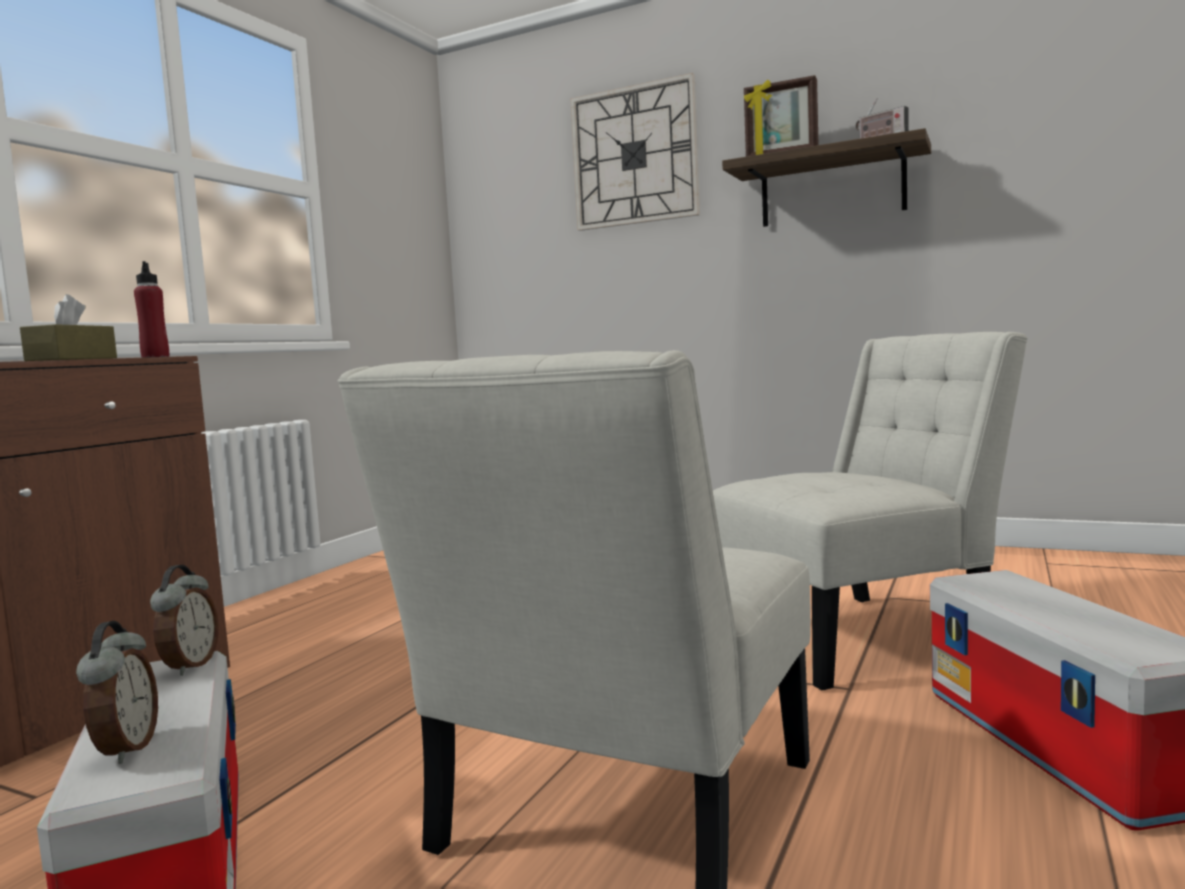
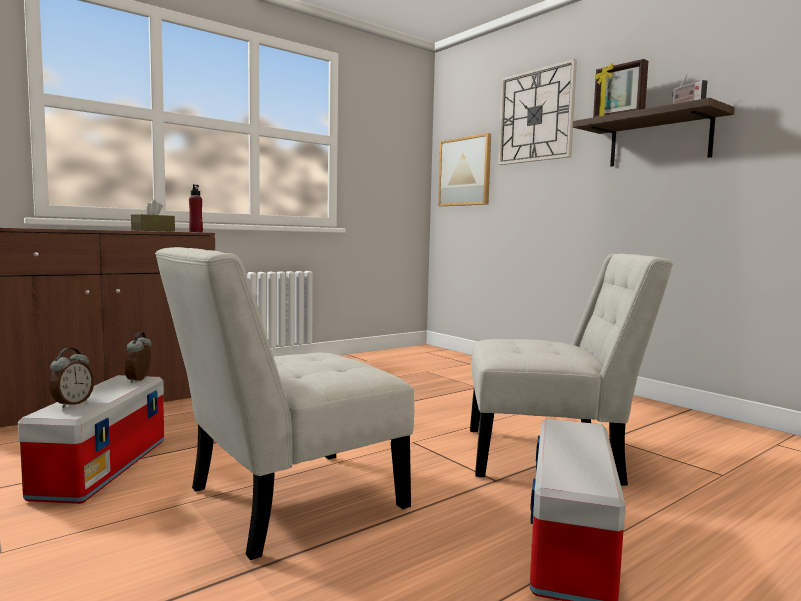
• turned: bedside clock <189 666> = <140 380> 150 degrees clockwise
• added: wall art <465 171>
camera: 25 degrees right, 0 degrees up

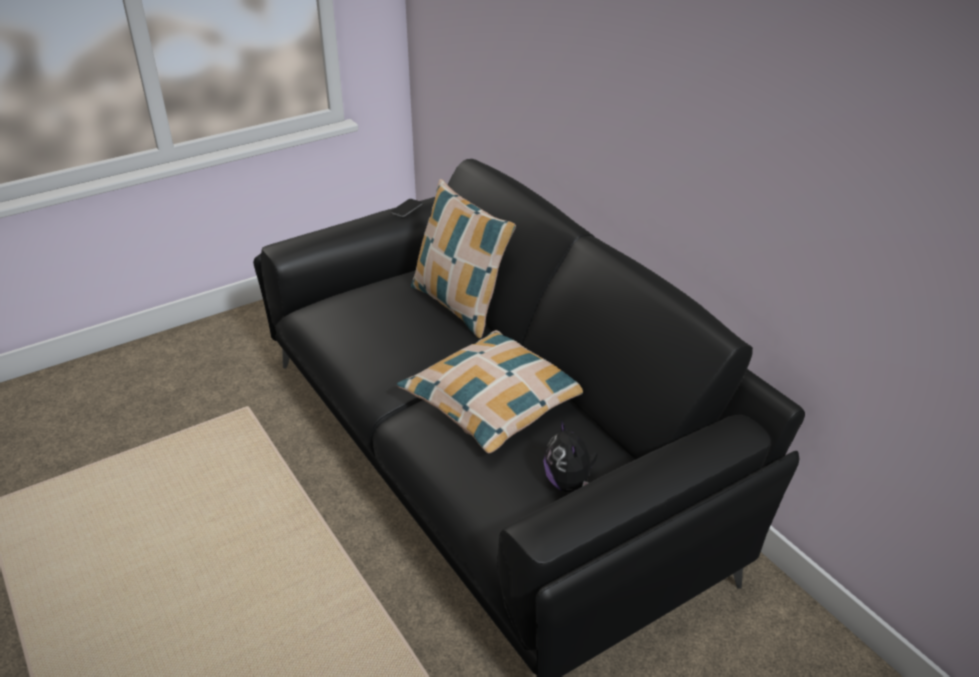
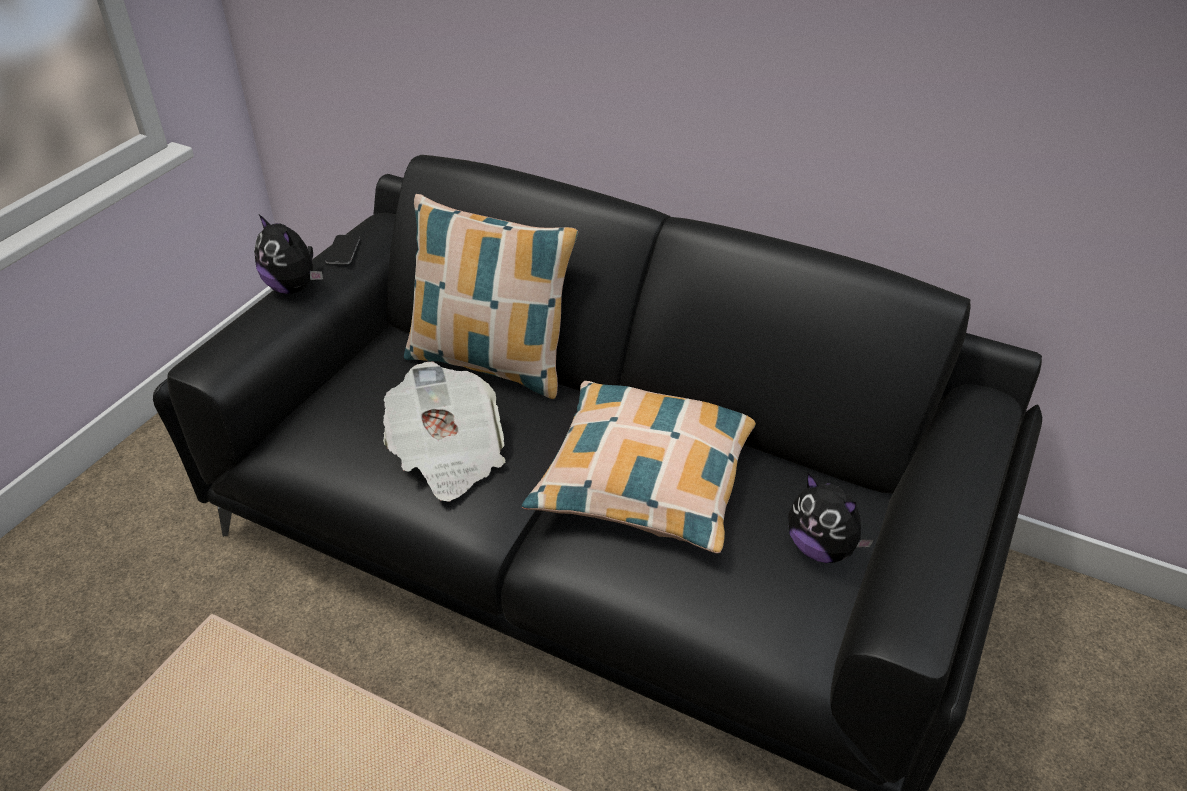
• added: soft toy <294 287>
• added: newspaper <447 455>
camera: 30 degrees left, 5 degrees up

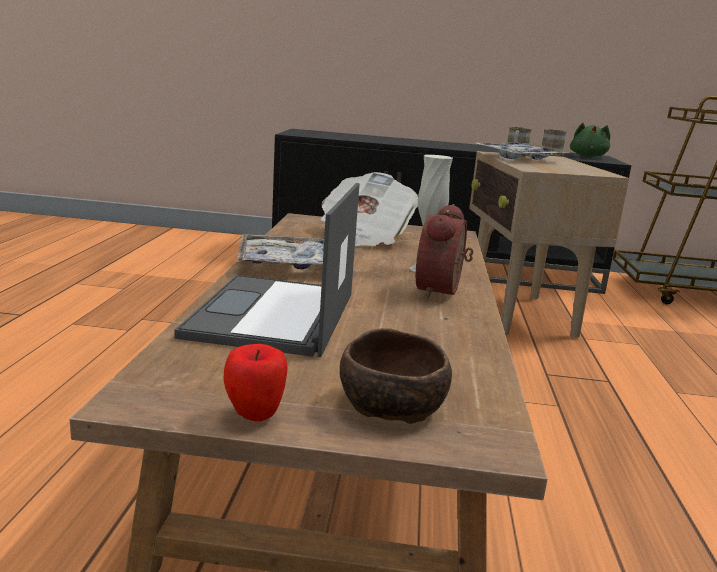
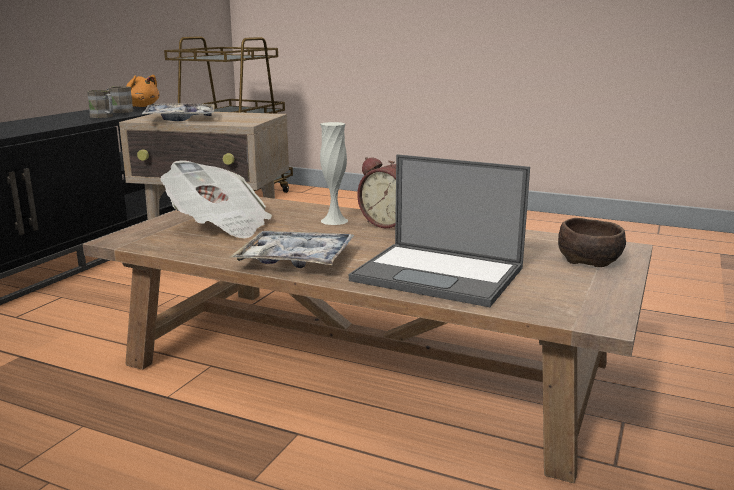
• removed: apple <255 416>
• recoloured: green soft toy <588 156> to orangey soft toy <140 106>
camera: 70 degrees left, 0 degrees up

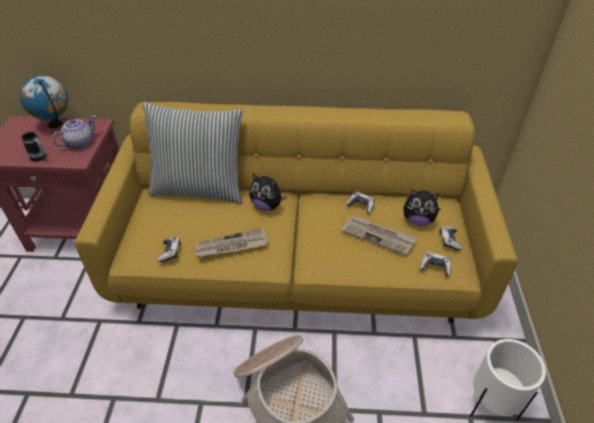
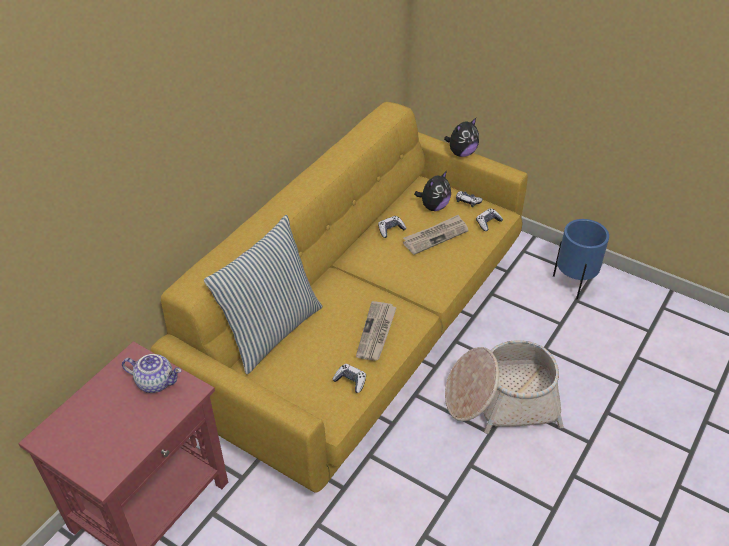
• removed: world globe <55 124>
• removed: coffee mug <40 158>
• turned: teapot <80 142> = <156 382> 120 degrees clockwise
• moved: soft toy <267 206> to <461 153>
• recoloured: whitish planter <491 405> to blue-coloured planter <574 284>
camera: 60 degrees left, 0 degrees up

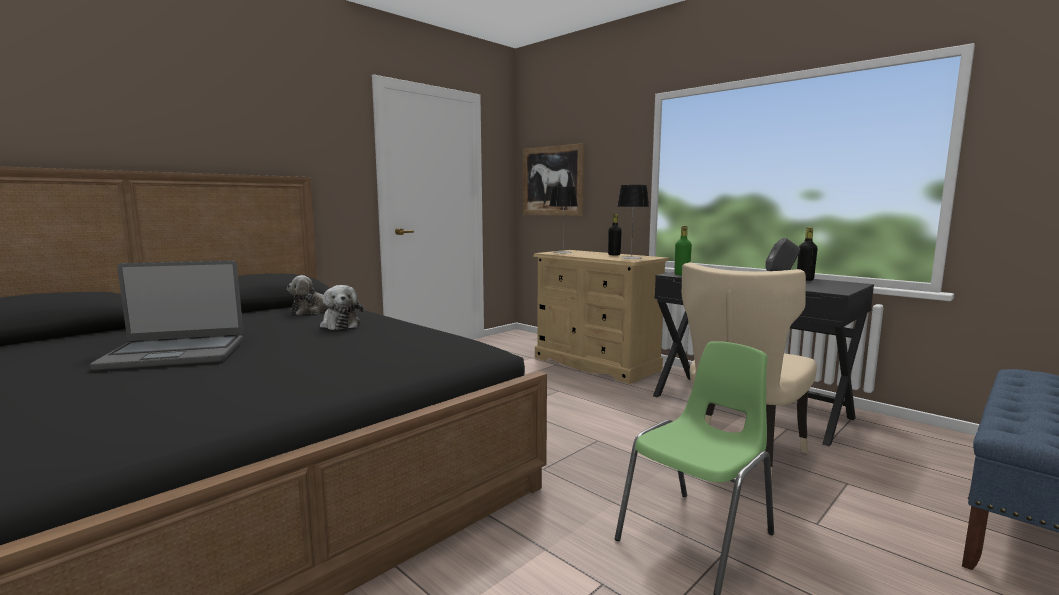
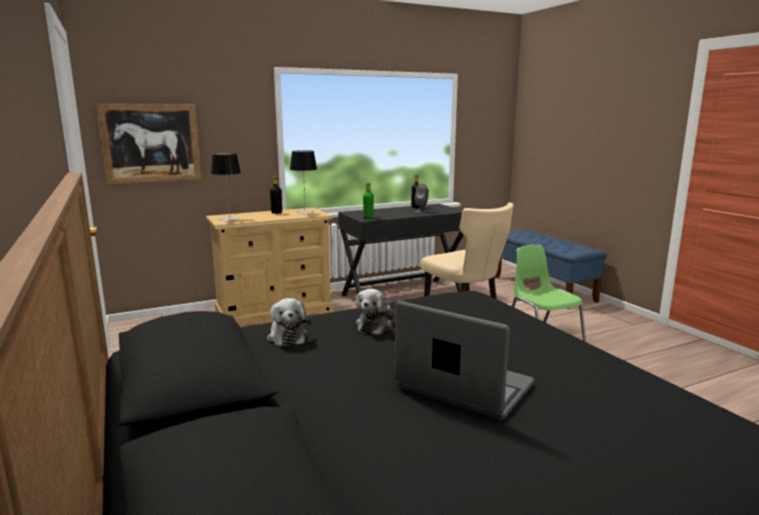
• turned: notebook computer <175 354> = <464 387> 60 degrees counterclockwise
• turned: soft toy <340 324> = <376 325> 120 degrees clockwise
camera: 70 degrees left, 5 degrees up

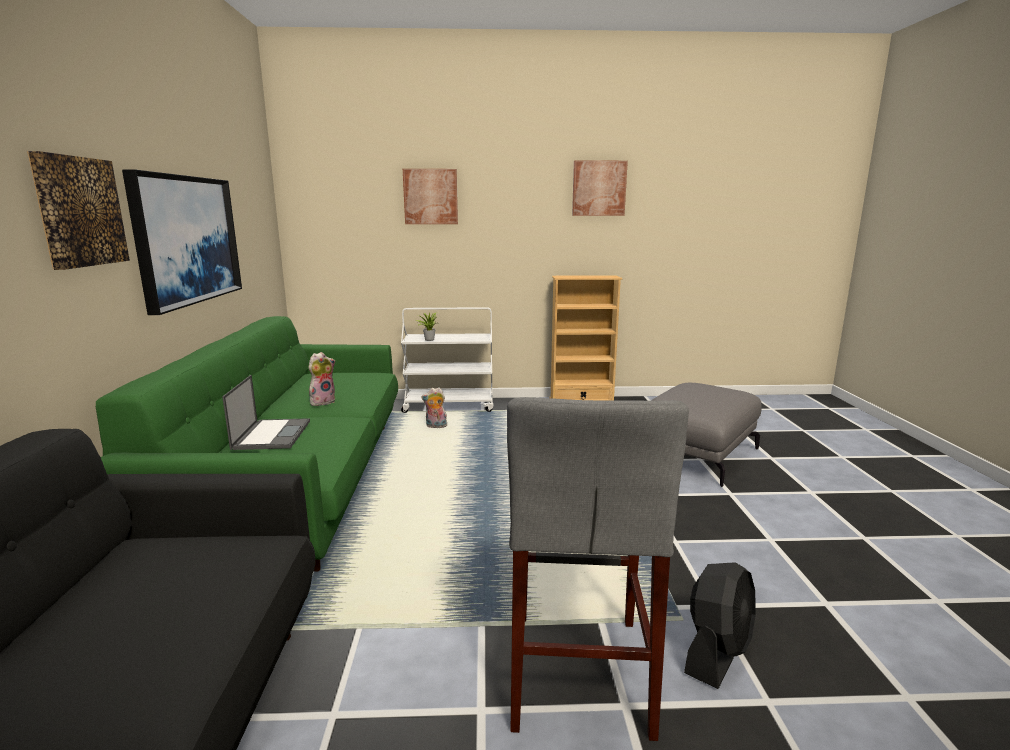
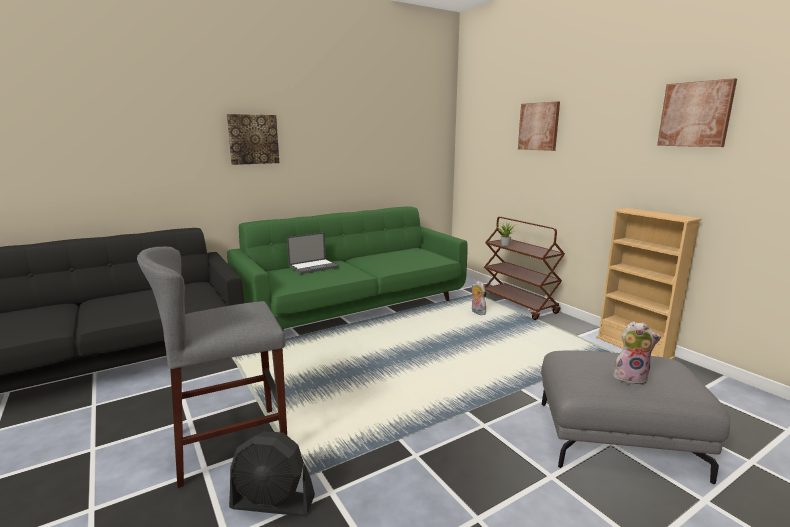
• removed: wall art <187 239>
• moved: soft toy <322 401> to <630 378>
• recoloured: whitish trolley <449 406> to brown-coloured trolley <518 305>
camera: 60 degrees right, 0 degrees up

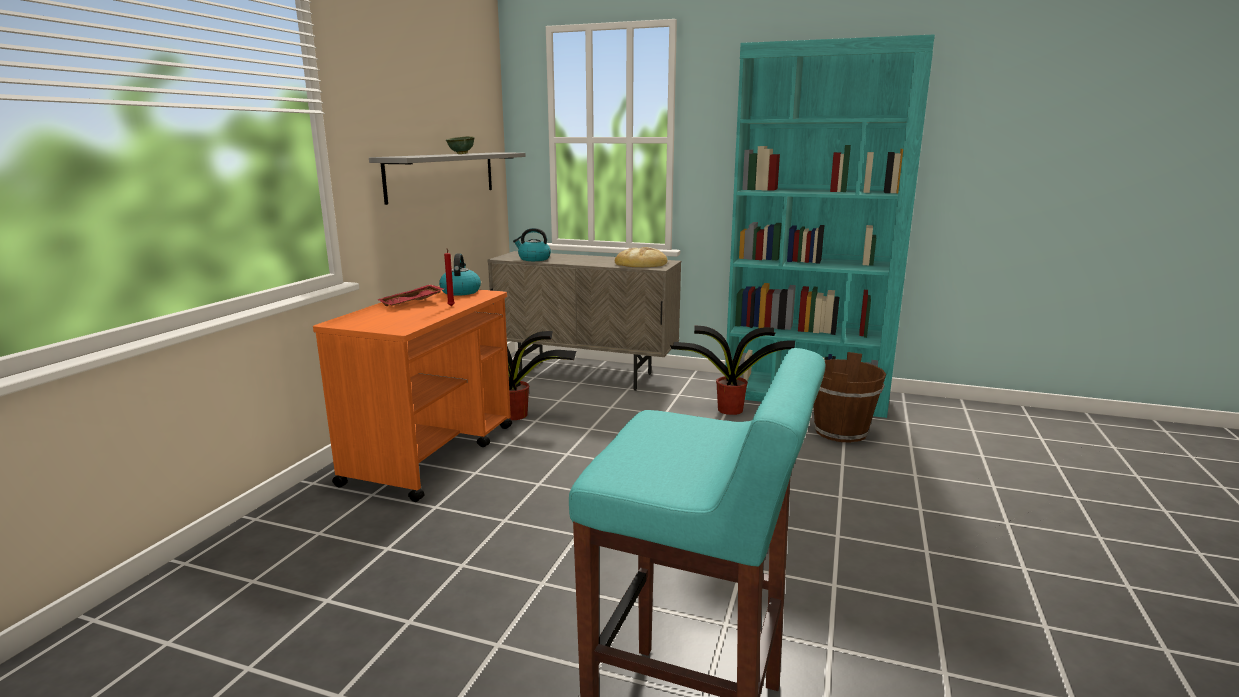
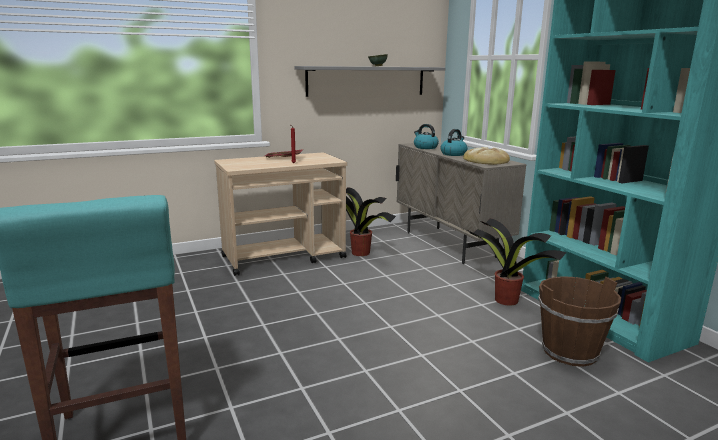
• recoloured: orangey trolley <432 453> to beige-coloured trolley <284 257>
• moved: tea kettle <460 292> to <453 154>
camera: 45 degrees right, 0 degrees up

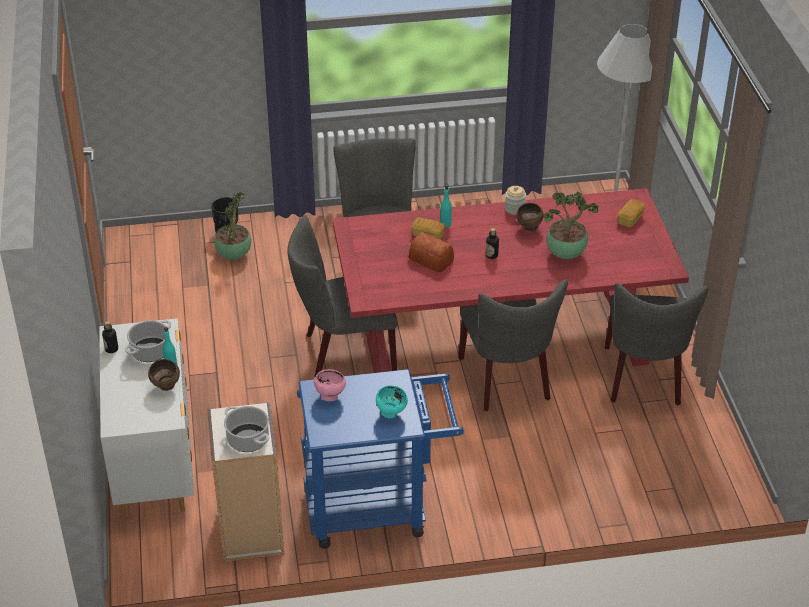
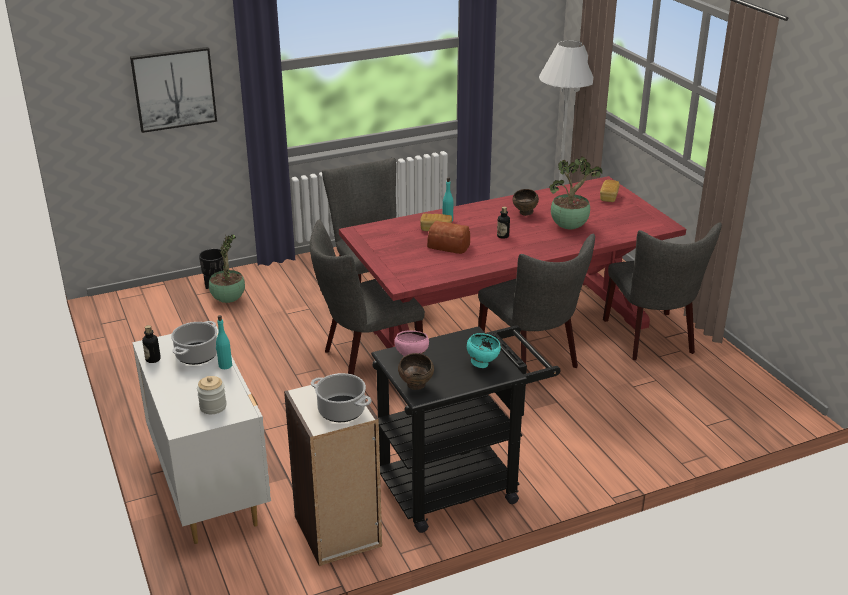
• moved: brown-coloured deep dish <166 387> to <416 386>
• recoloured: blue-coloured trolley <377 507> to black trolley <459 484>
• moved: preserve jar <514 209> to <213 407>
• added: wall art <174 89>
camera: 15 degrees left, 10 degrees down

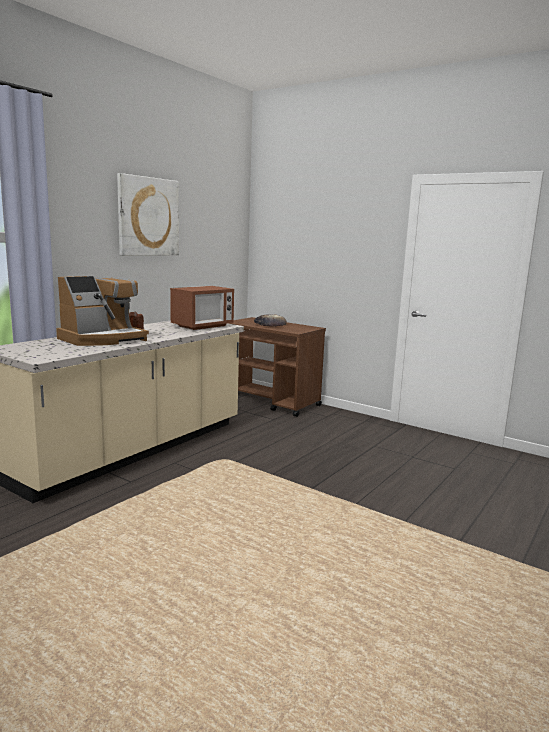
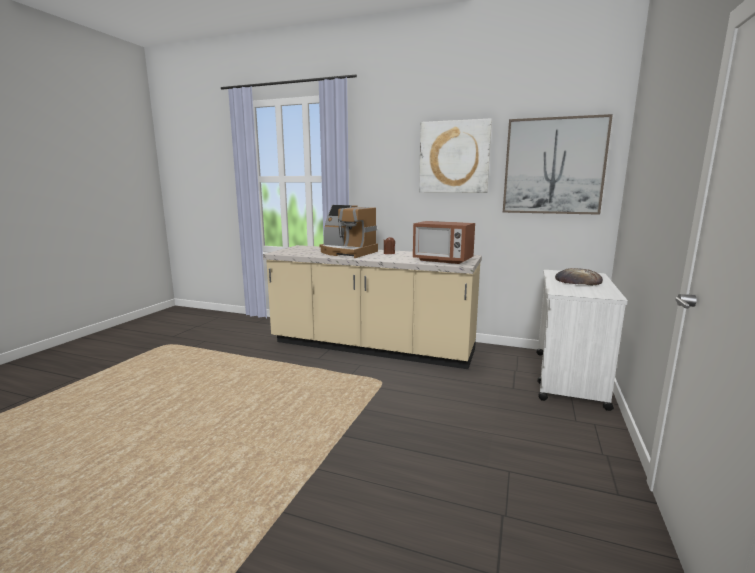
• recoloured: brown-coloured trolley <271 402> to whitish trolley <568 379>
• added: wall art <553 166>
camera: 75 degrees right, 0 degrees up

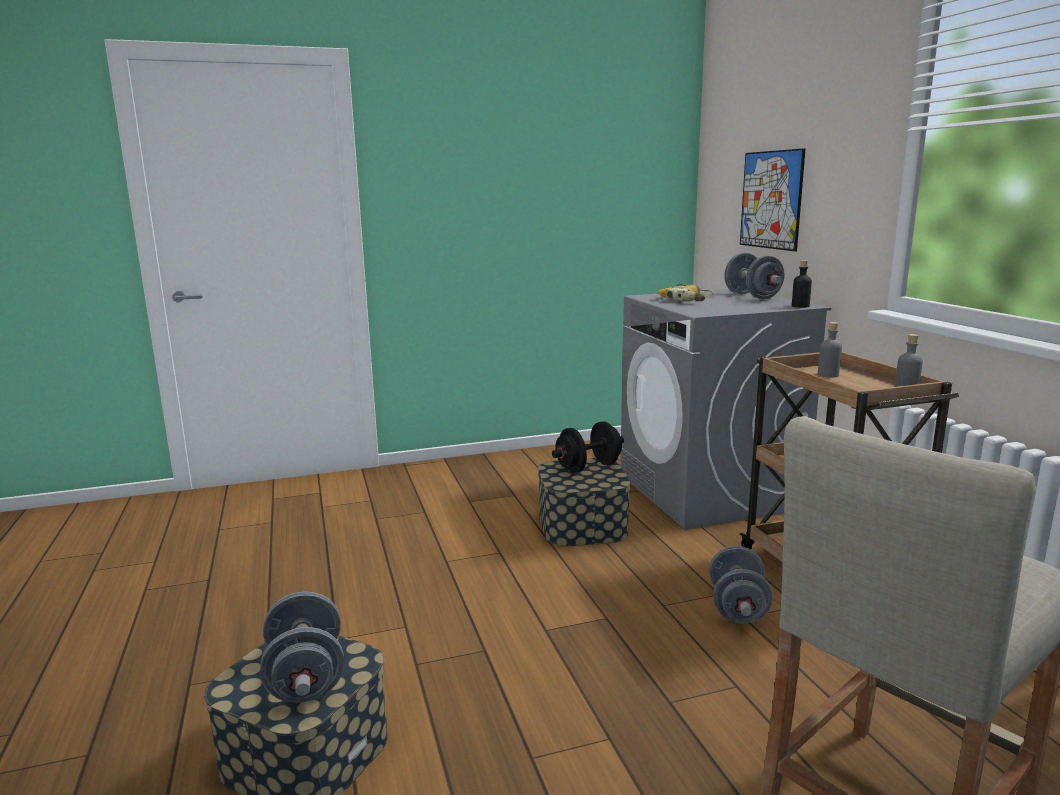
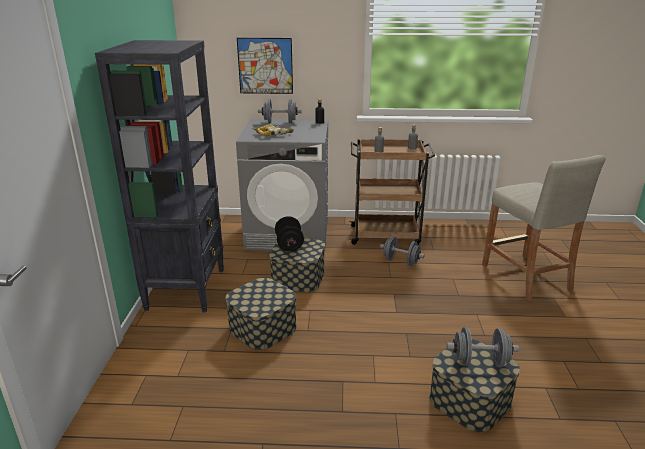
• added: black bookshelf <186 288>
• added: storage container <262 327>
camera: 70 degrees left, 10 degrees up

